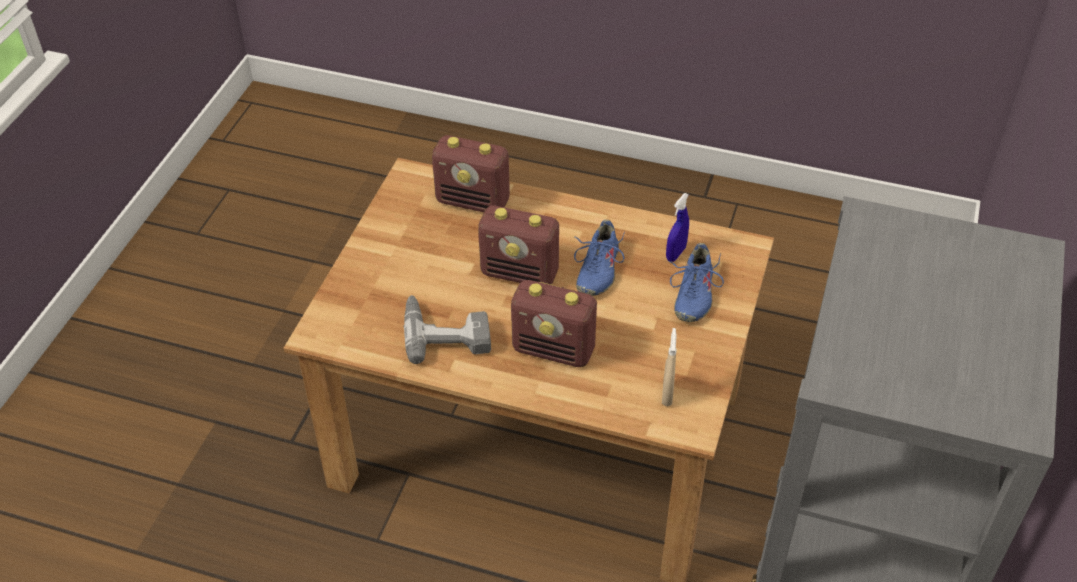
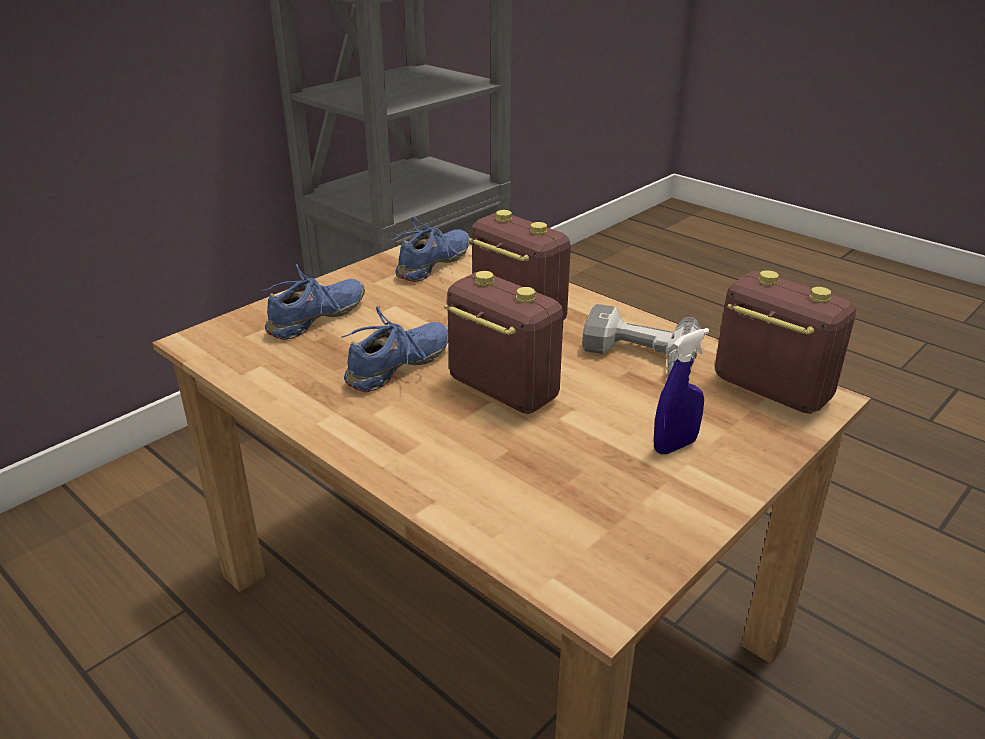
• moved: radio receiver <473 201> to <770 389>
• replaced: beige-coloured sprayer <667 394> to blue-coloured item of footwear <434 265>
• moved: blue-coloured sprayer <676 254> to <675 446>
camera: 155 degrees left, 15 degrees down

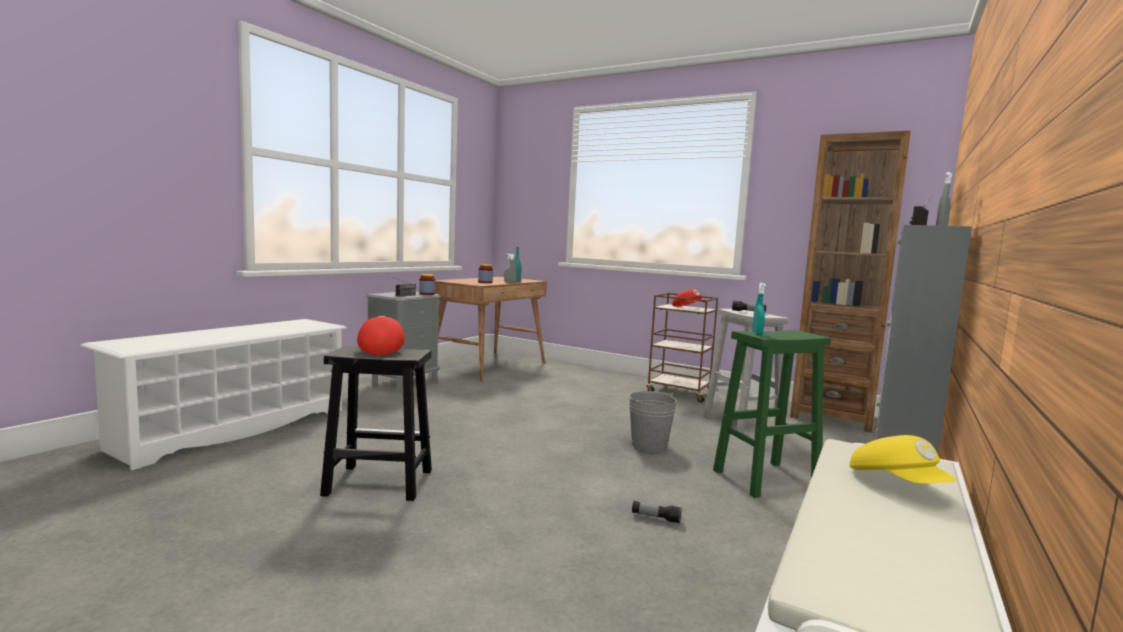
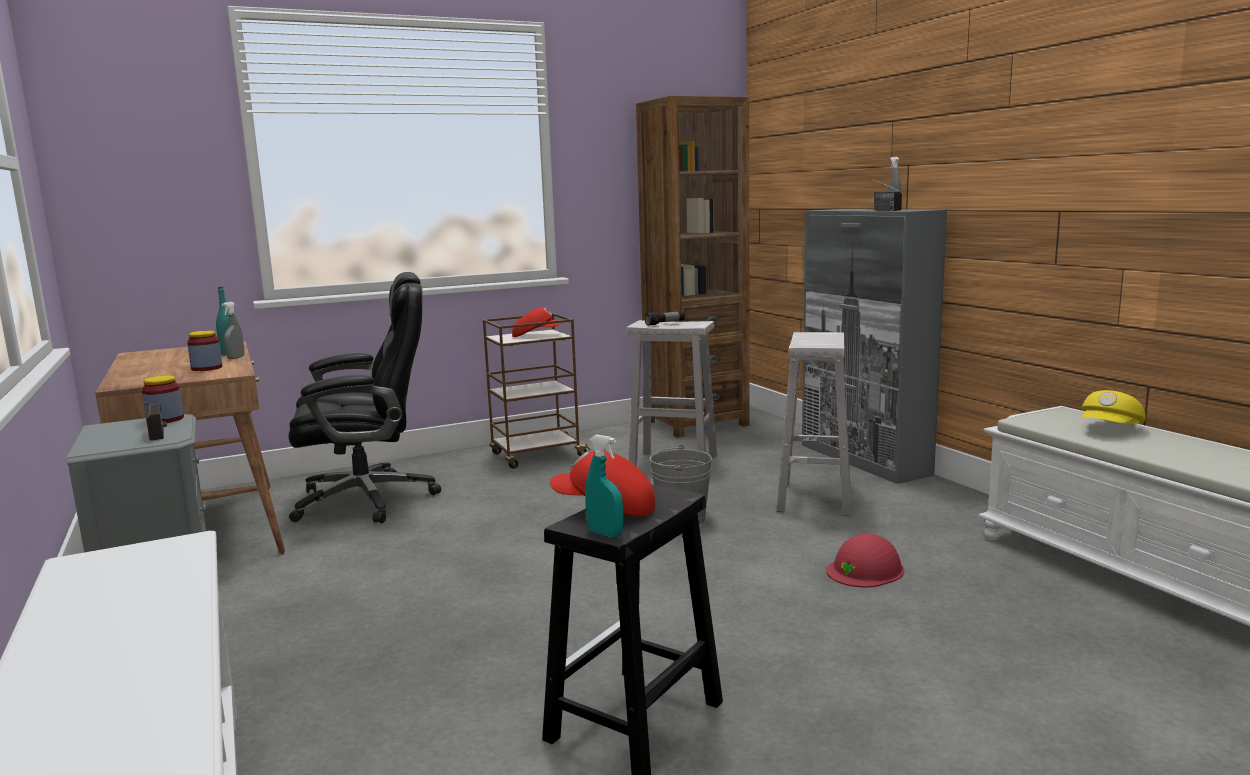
• replaced: flashlight <655 518> to red-coloured hard hat <865 570>
• recoloured: green sitting stool <766 479> to whitish sitting stool <814 497>
• moved: turquoise sprayer <757 333> to <605 533>
• turned: yellow-coloured peaked cap <898 484> = <1110 429> 120 degrees clockwise
• added: black desk chair <369 499>
camera: 55 degrees left, 5 degrees up

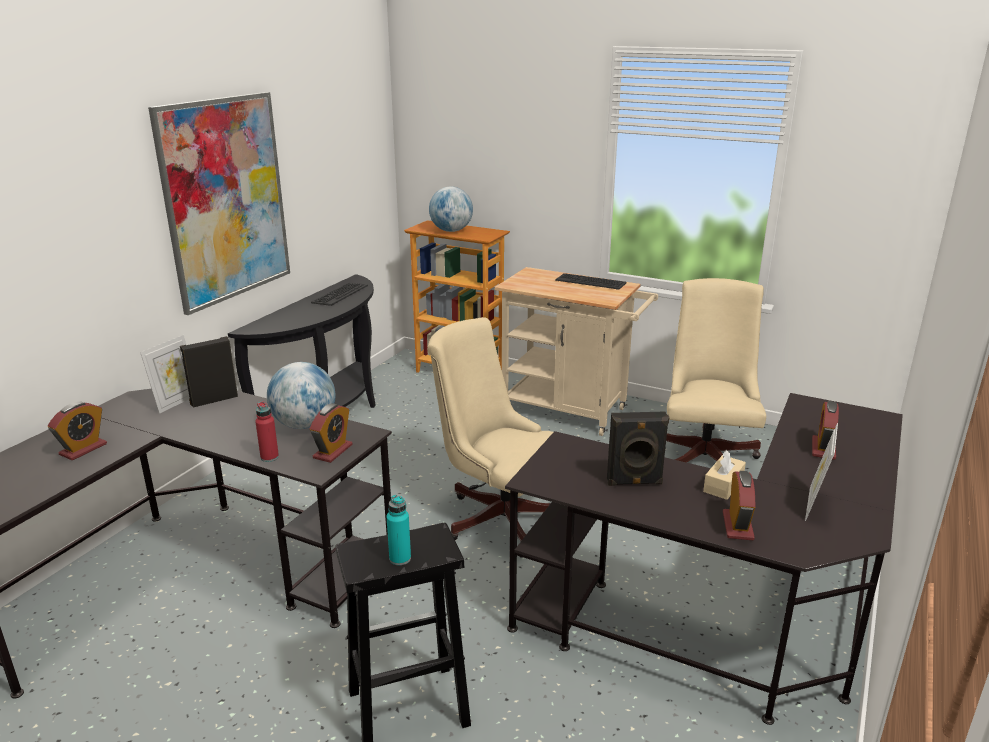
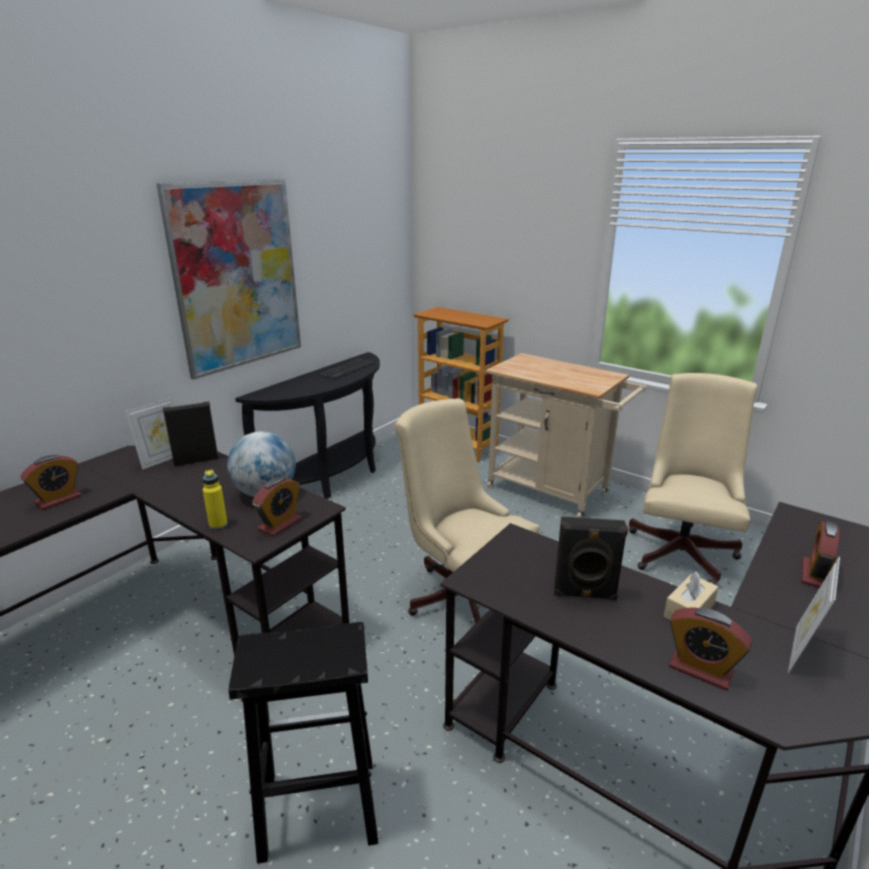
• recoloured: red-coloured bottle <269 457> to yellow-coloured bottle <218 525>
• removed: turquoise bottle <400 558>
• removed: world globe <451 231>
• removed: computer keyboard <591 282>
• turned: bedside clock <737 526> = <700 669> 105 degrees clockwise
camera: 10 degrees right, 0 degrees up

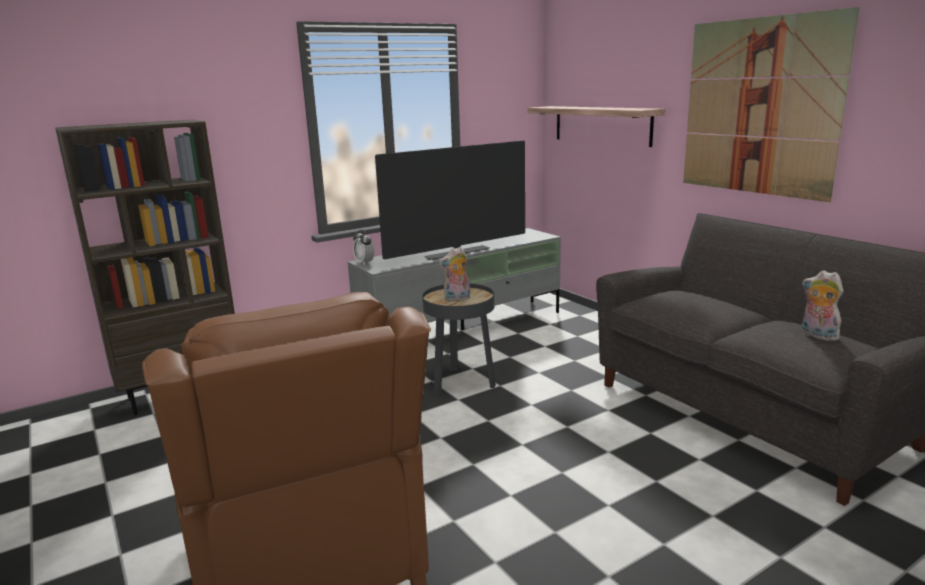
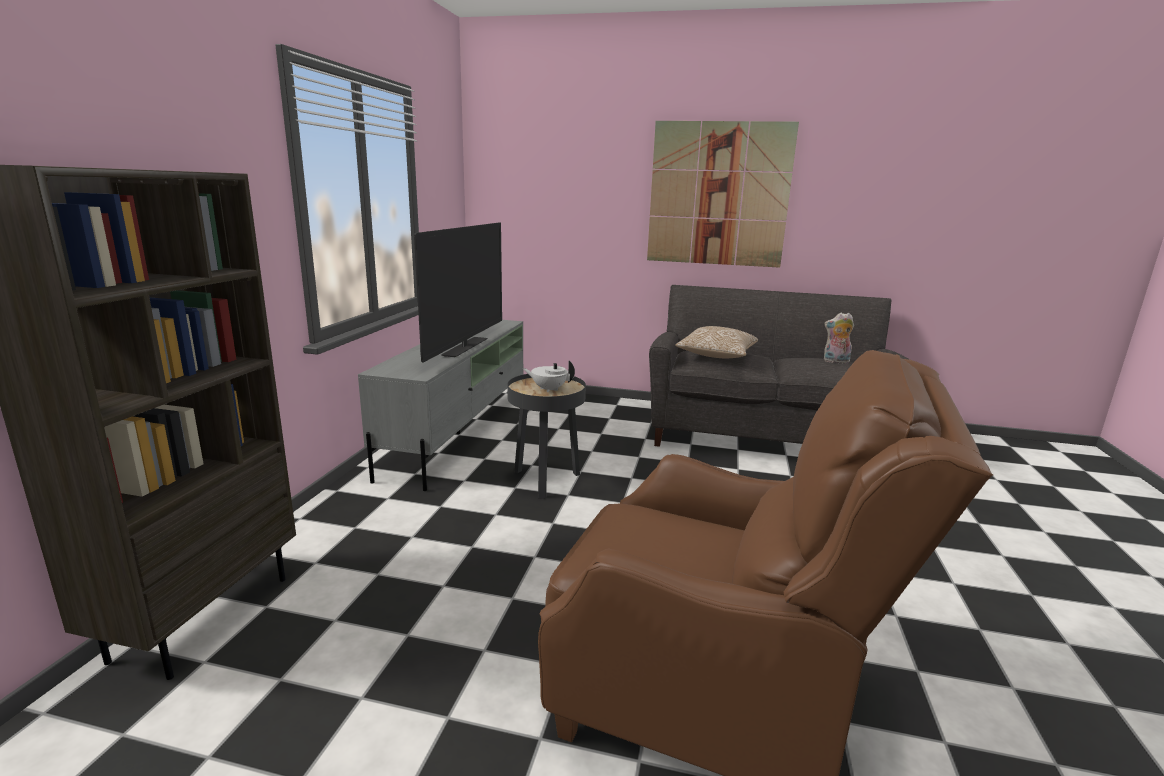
• removed: bedside clock <364 263>
• replaced: soft toy <457 299> to whitish teapot <549 389>
• removed: bracket shelf <601 125>
• added: pillow <716 356>
camera: 45 degrees left, 0 degrees up

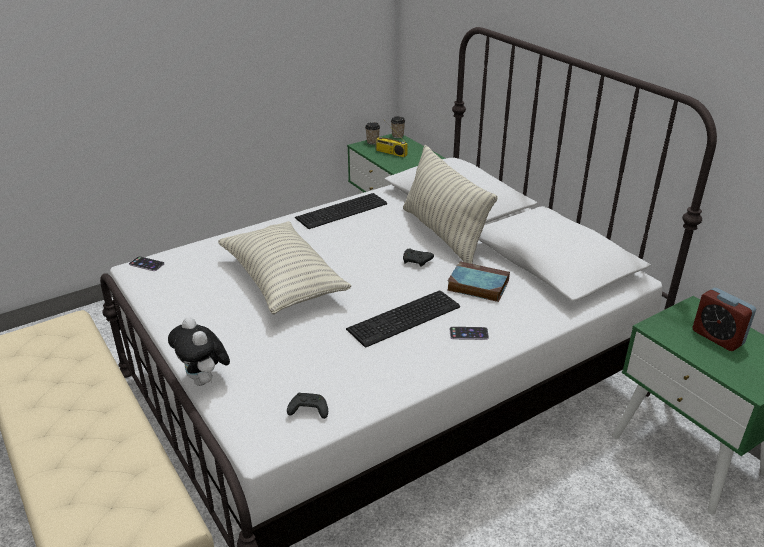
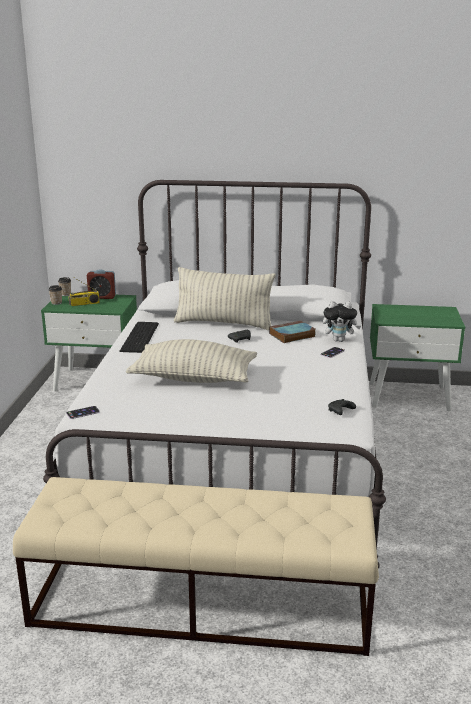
• moved: soft toy <205 381> to <339 340>
• removed: computer keyboard <406 318>
• moved: bedside clock <717 337> to <102 297>
camera: 50 degrees left, 10 degrees down

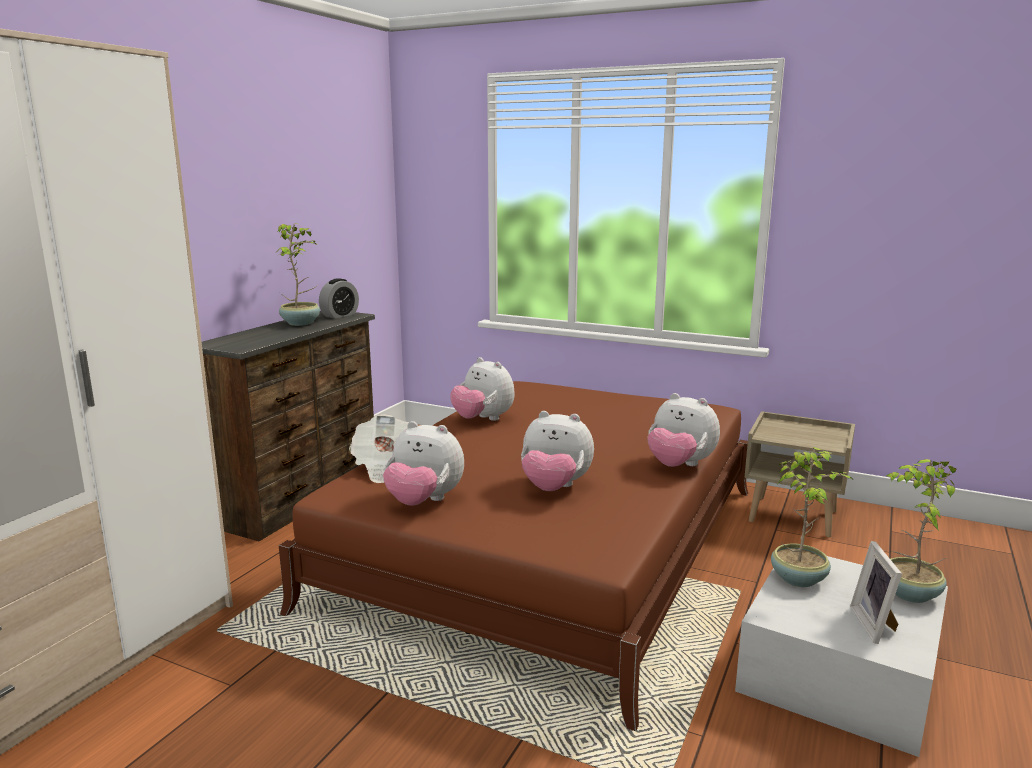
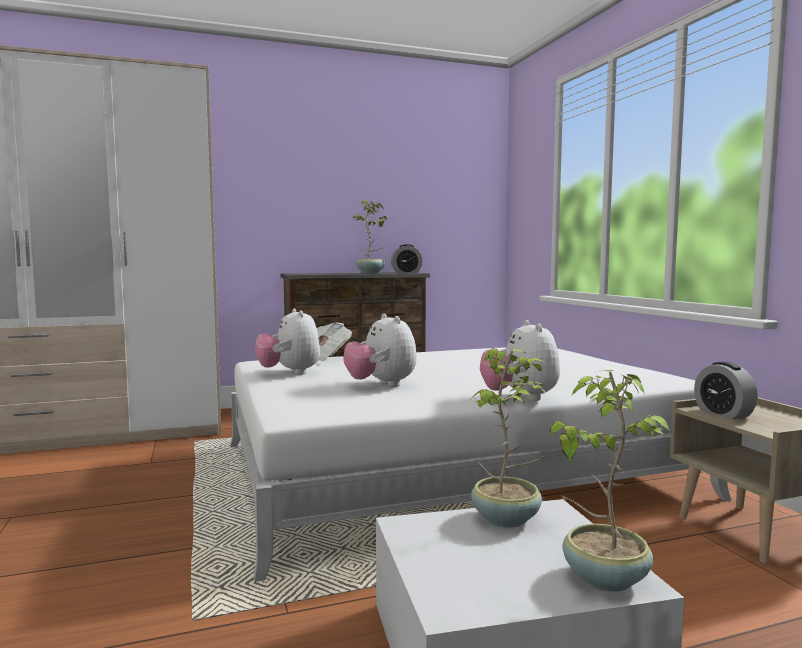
• recoloured: brown-coloured sleeping bed <549 545> to whitish sleeping bed <448 469>
• removed: soft toy <483 419>
• removed: photo frame <876 625>
• added: bedside clock <723 414>
camera: 45 degrees right, 10 degrees down

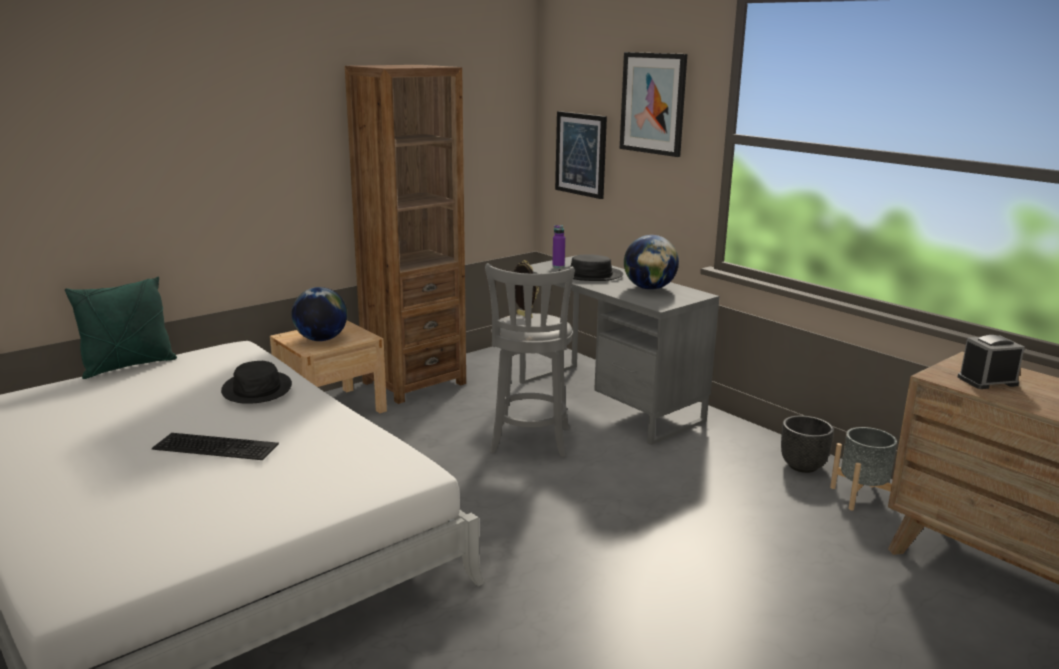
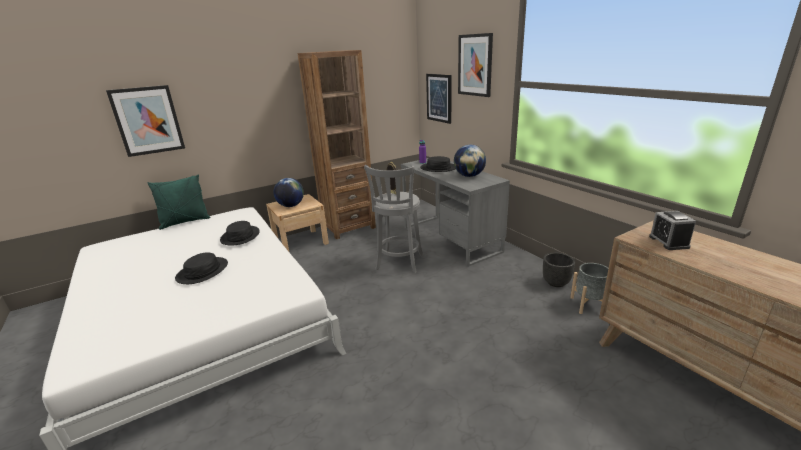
• replaced: computer keyboard <218 445> to black hat <203 271>
• turned: bedside clock <987 381> = <668 242> 90 degrees counterclockwise
• added: wall art <148 120>
camera: 10 degrees right, 5 degrees up

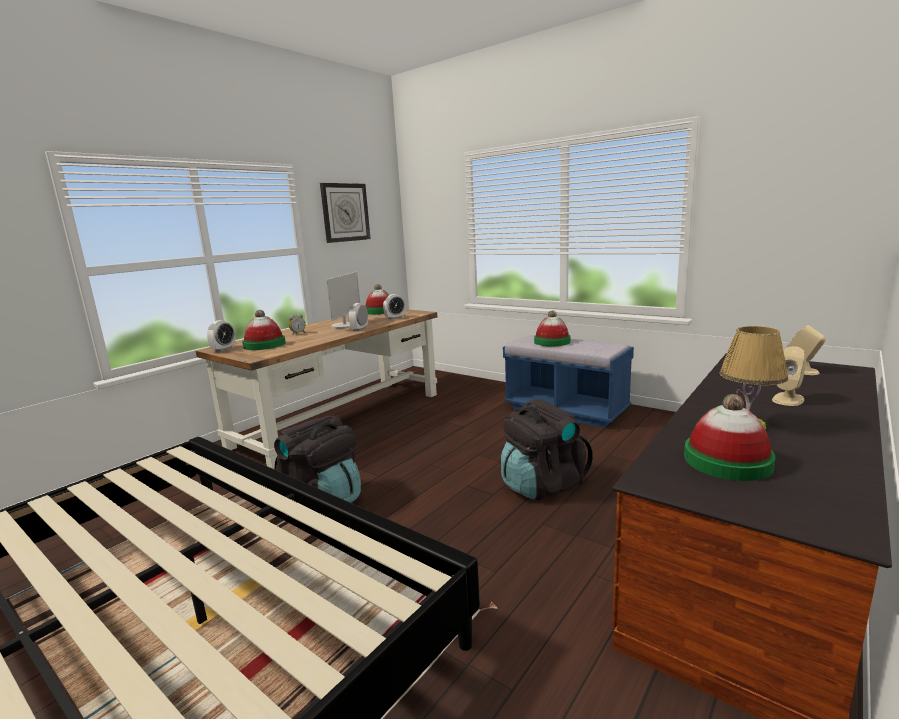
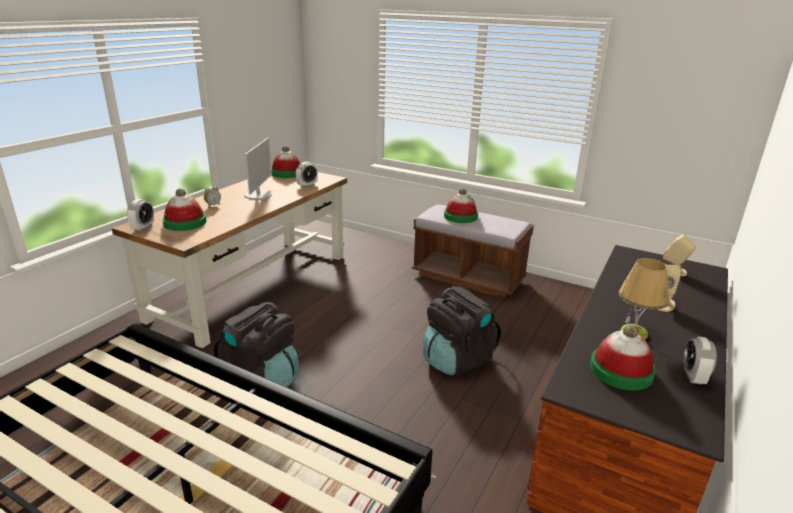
• removed: hanging clock <345 212>
• moved: bedside clock <359 329> to <693 376>
• recoloured: blue-coloured long seat <566 410> to brown-coloured long seat <468 278>
camera: 10 degrees left, 10 degrees up

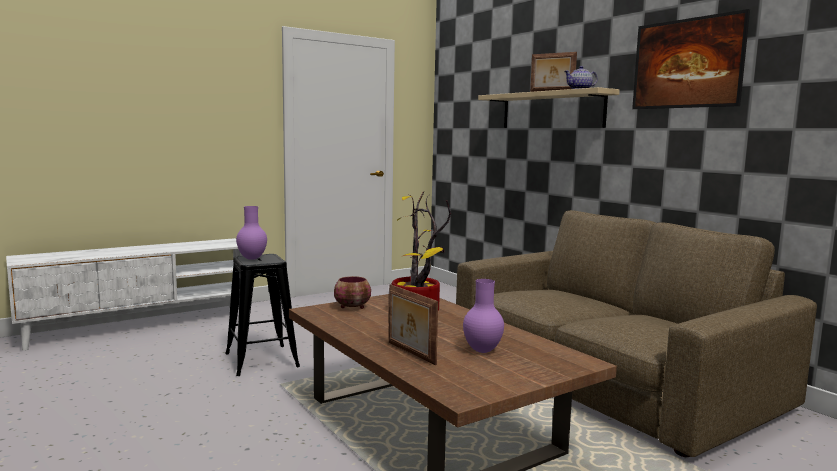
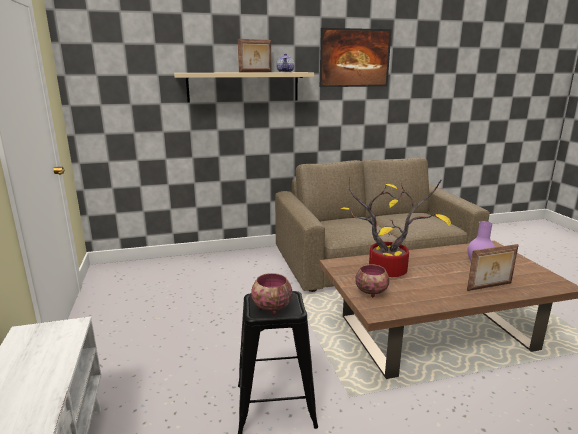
• replaced: purplish vase <252 258> to deep dish <271 308>
camera: 70 degrees left, 10 degrees up

